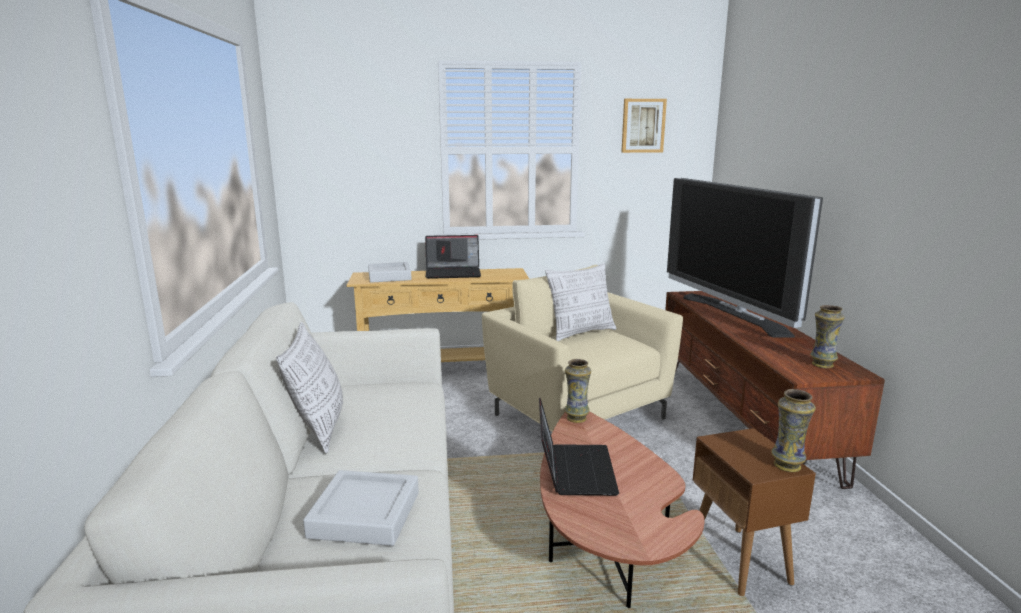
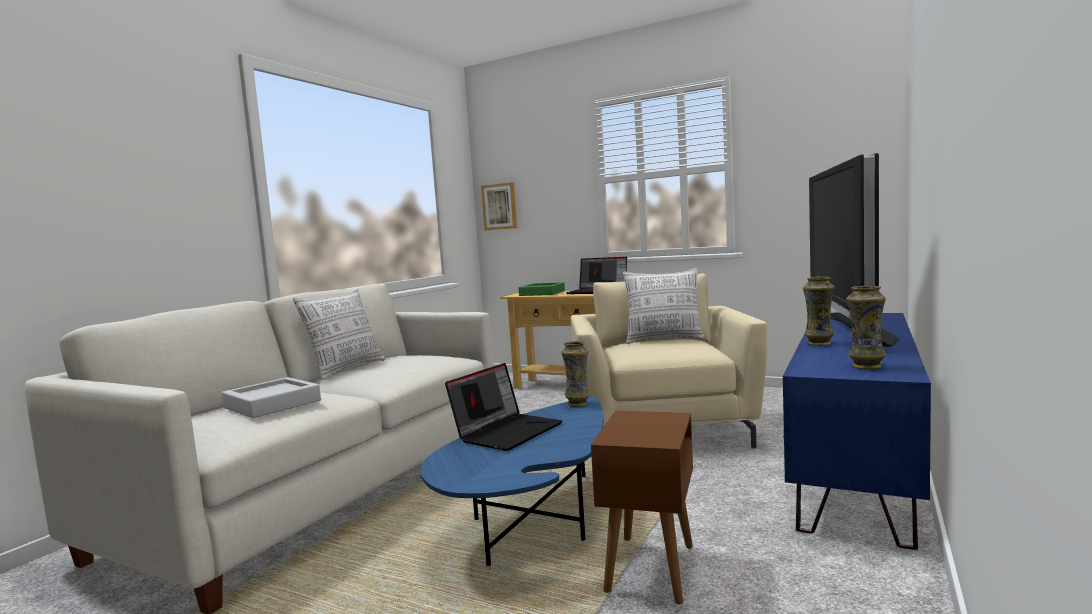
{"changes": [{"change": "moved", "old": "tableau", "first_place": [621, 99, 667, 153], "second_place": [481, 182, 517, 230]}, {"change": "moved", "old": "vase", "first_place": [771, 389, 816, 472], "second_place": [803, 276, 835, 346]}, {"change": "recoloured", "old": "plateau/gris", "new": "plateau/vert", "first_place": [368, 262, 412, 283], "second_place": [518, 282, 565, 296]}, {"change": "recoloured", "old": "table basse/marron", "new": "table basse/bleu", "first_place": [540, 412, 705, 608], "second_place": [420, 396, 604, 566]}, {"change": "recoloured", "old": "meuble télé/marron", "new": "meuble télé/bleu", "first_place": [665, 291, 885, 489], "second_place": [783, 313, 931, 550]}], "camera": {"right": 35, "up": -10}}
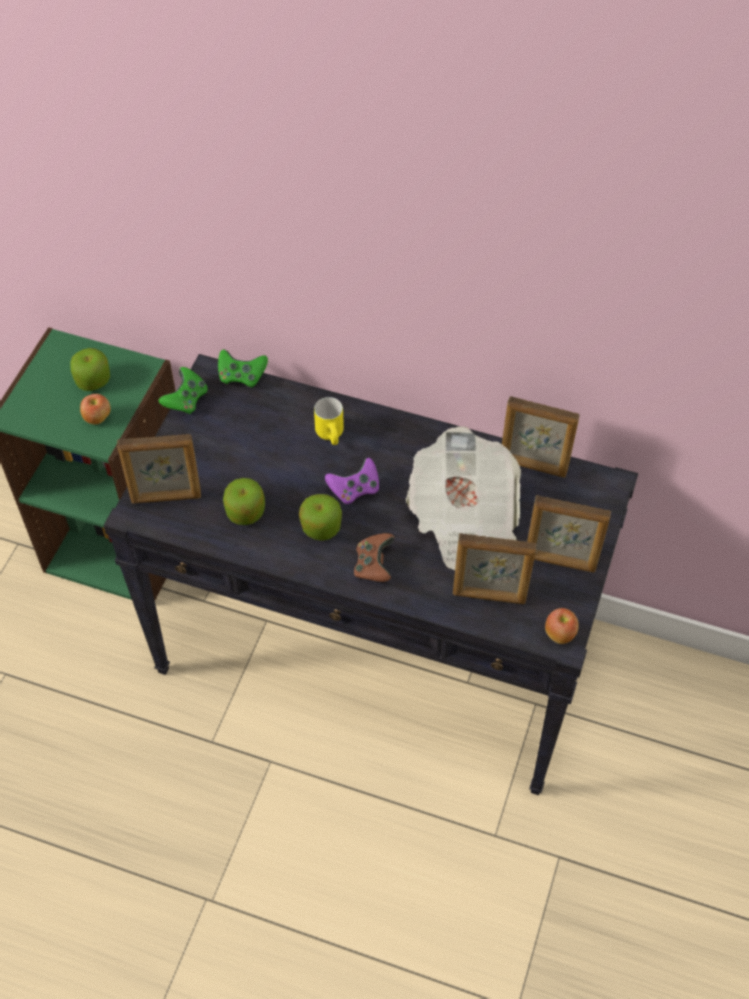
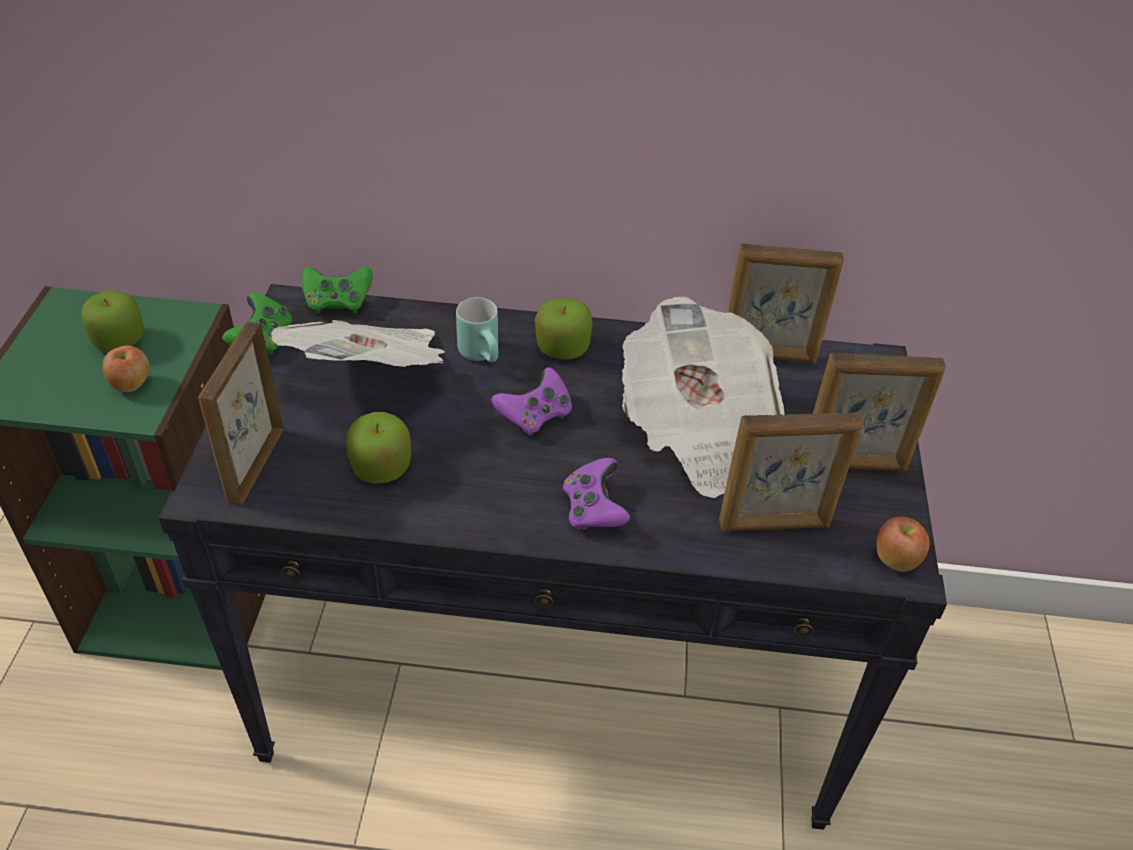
{"changes": [{"change": "added", "new": "journal", "second_place": [271, 320, 445, 367]}, {"change": "moved", "old": "pomme", "first_place": [299, 494, 342, 541], "second_place": [535, 298, 593, 359]}, {"change": "recoloured", "old": "mug/jaune", "new": "mug/turquoise", "first_place": [314, 397, 344, 445], "second_place": [456, 297, 498, 362]}, {"change": "recoloured", "old": "manette/marron", "new": "manette/violet", "first_place": [354, 533, 395, 582], "second_place": [563, 458, 630, 530]}, {"change": "turned", "old": "cadre photo", "first_place": [117, 434, 201, 504], "second_place": [198, 322, 284, 505], "degrees": 120}], "camera": {"right": -15, "up": -10}}
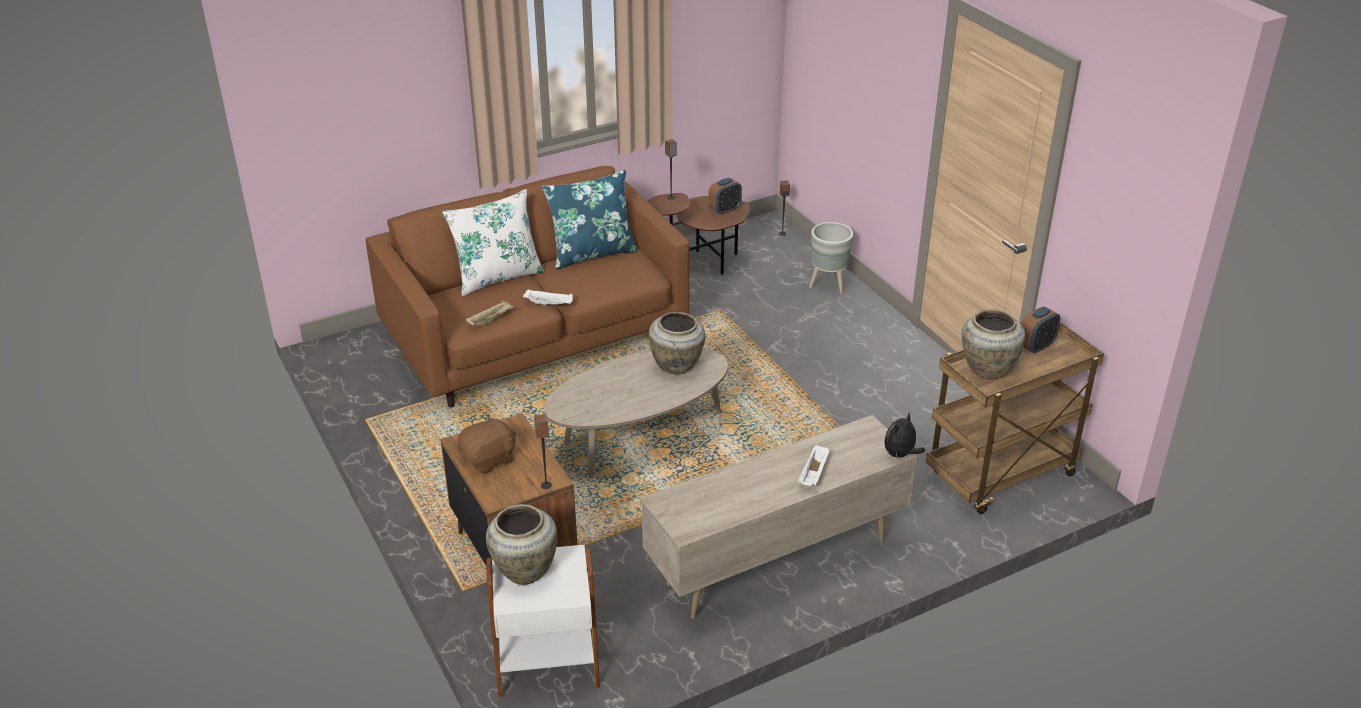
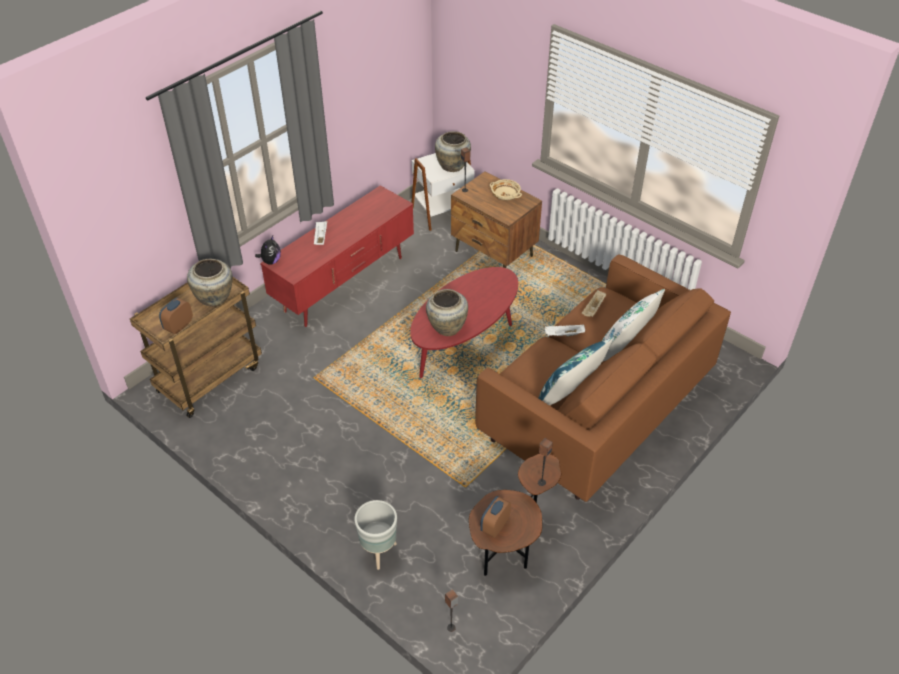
{"changes": [{"change": "replaced", "old": "peluche/marron", "new": "bol/beige", "first_place": [457, 415, 516, 474], "second_place": [490, 179, 522, 200]}, {"change": "recoloured", "old": "table basse/beige", "new": "table basse/rouge", "first_place": [544, 348, 728, 479], "second_place": [410, 267, 518, 378]}, {"change": "recoloured", "old": "meuble télé/beige", "new": "meuble télé/rouge", "first_place": [641, 415, 918, 619], "second_place": [260, 185, 414, 327]}], "camera": {"right": 160, "up": 10}}
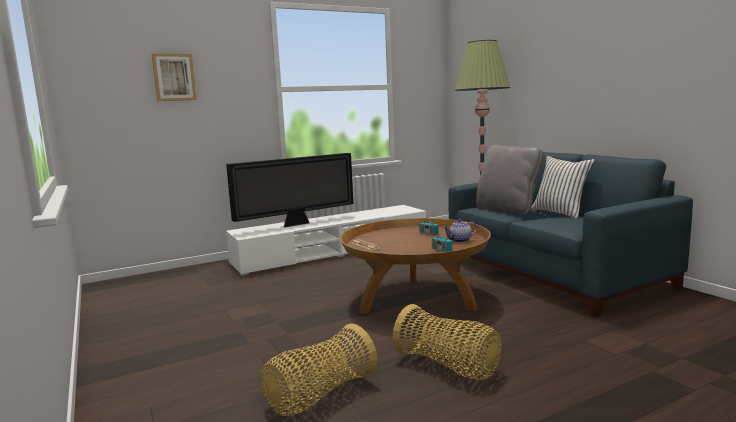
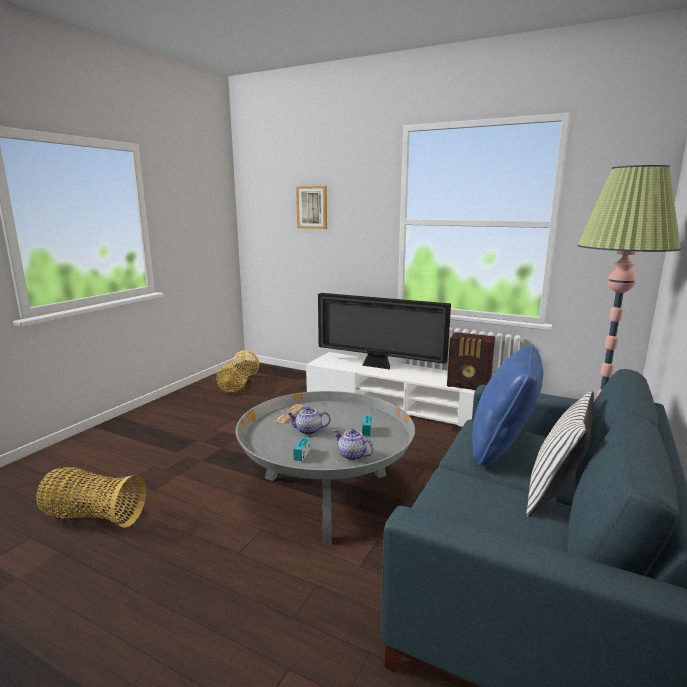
{"changes": [{"change": "added", "new": "théière", "second_place": [286, 407, 331, 435]}, {"change": "added", "new": "radio", "second_place": [447, 332, 495, 390]}, {"change": "moved", "old": "panier", "first_place": [393, 304, 502, 380], "second_place": [216, 350, 259, 392]}, {"change": "recoloured", "old": "table basse/marron", "new": "table basse/gris", "first_place": [340, 218, 491, 314], "second_place": [236, 391, 415, 545]}, {"change": "recoloured", "old": "coussin/gris", "new": "coussin/bleu", "first_place": [476, 145, 543, 215], "second_place": [472, 345, 543, 466]}], "camera": {"right": 55, "up": 5}}
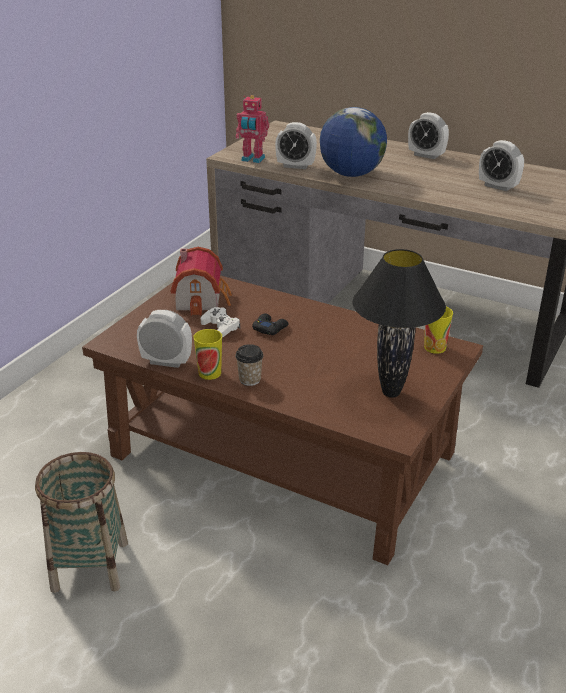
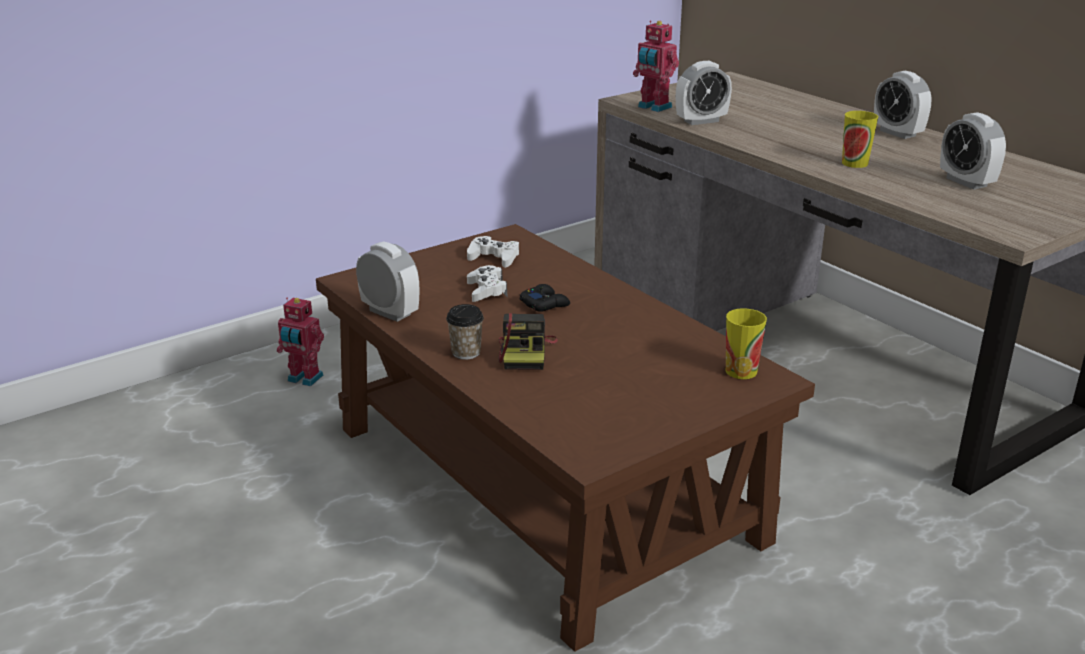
{"changes": [{"change": "removed", "old": "panier", "first_place": [35, 452, 128, 593]}, {"change": "removed", "old": "globe", "first_place": [320, 107, 387, 177]}, {"change": "removed", "old": "lampe de table/noir", "first_place": [353, 249, 446, 398]}, {"change": "added", "new": "robot jouet", "second_place": [277, 298, 324, 386]}, {"change": "added", "new": "appareil photo", "second_place": [498, 313, 558, 370]}, {"change": "moved", "old": "tasse", "first_place": [194, 329, 222, 380], "second_place": [842, 111, 878, 168]}, {"change": "replaced", "old": "maison miniature", "new": "manette/blanc", "first_place": [171, 247, 232, 316], "second_place": [467, 236, 519, 268]}, {"change": "turned", "old": "réveil", "first_place": [275, 122, 317, 169], "second_place": [676, 61, 732, 125], "degrees": -60}], "camera": {"right": 25, "up": -5}}
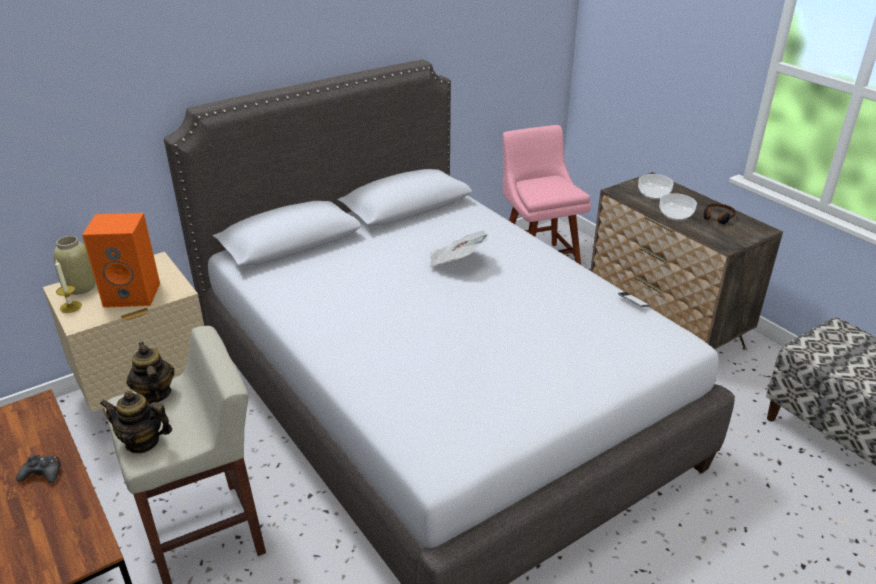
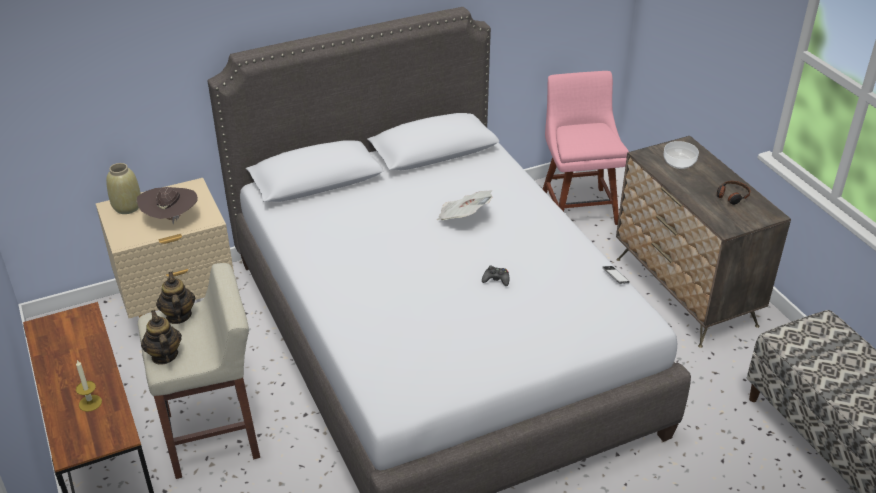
{"changes": [{"change": "removed", "old": "bol", "first_place": [659, 193, 697, 221]}, {"change": "moved", "old": "manette/noir", "first_place": [16, 454, 61, 483], "second_place": [482, 266, 509, 286]}, {"change": "moved", "old": "bougie", "first_place": [55, 260, 82, 313], "second_place": [76, 360, 102, 412]}, {"change": "replaced", "old": "enceinte/orange", "new": "chapeau/marron", "first_place": [82, 213, 160, 308], "second_place": [137, 187, 198, 225]}, {"change": "turned", "old": "théière", "first_place": [100, 391, 172, 454], "second_place": [141, 310, 182, 365], "degrees": 45}], "camera": {"right": 10, "up": 5}}
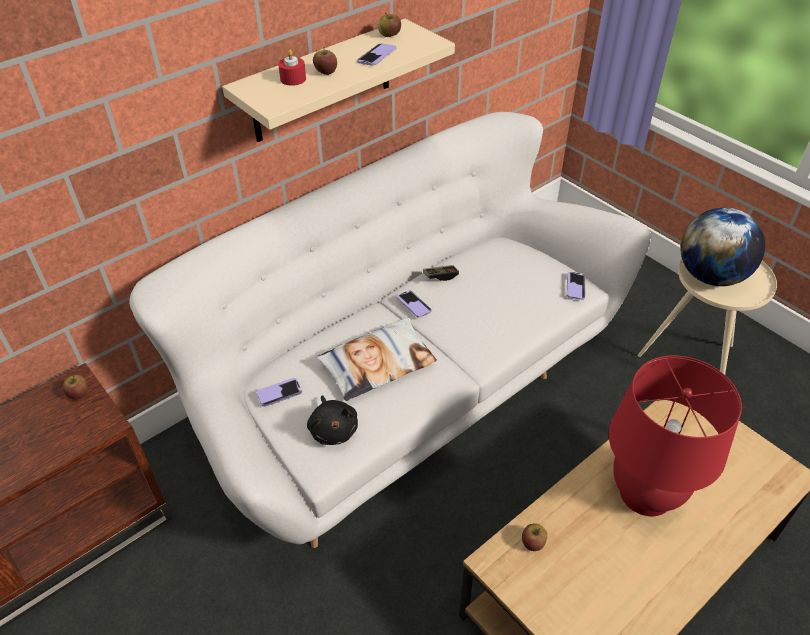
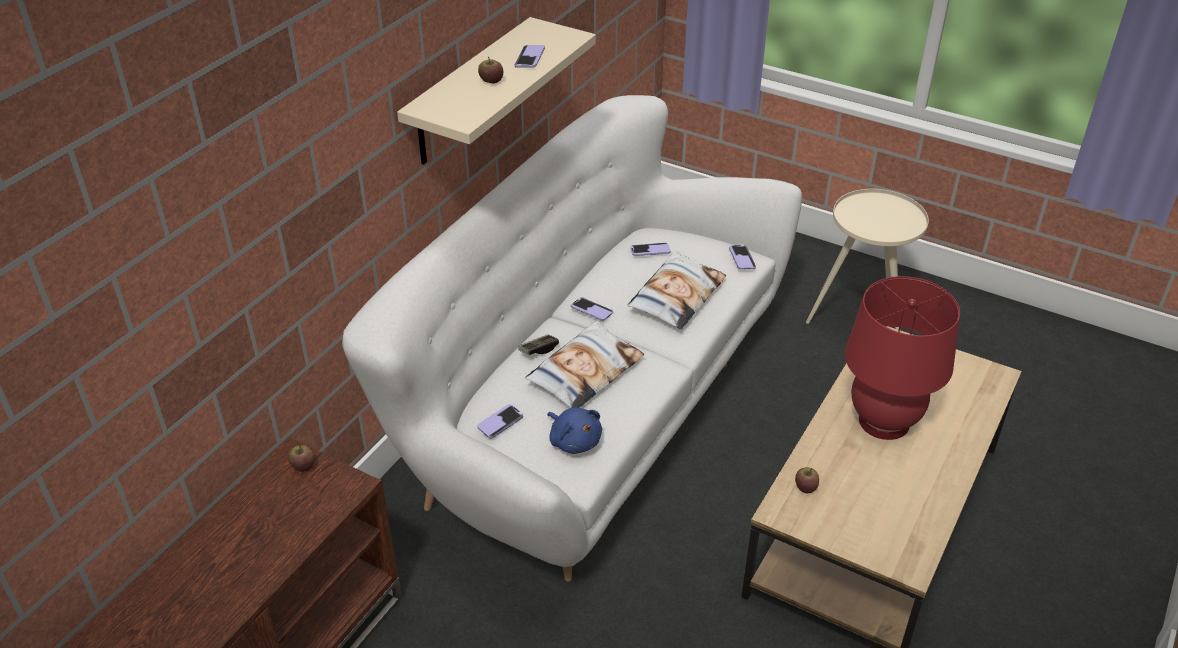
{"changes": [{"change": "removed", "old": "bougie/rouge", "first_place": [278, 49, 306, 86]}, {"change": "removed", "old": "pomme", "first_place": [378, 13, 401, 37]}, {"change": "removed", "old": "globe", "first_place": [680, 208, 765, 286]}, {"change": "added", "new": "coussin", "second_place": [627, 251, 726, 330]}, {"change": "added", "new": "téléphone", "second_place": [631, 243, 670, 256]}, {"change": "moved", "old": "manette", "first_place": [423, 265, 459, 281], "second_place": [518, 334, 559, 355]}, {"change": "recoloured", "old": "peluche/noir", "new": "peluche/bleu", "first_place": [307, 396, 358, 445], "second_place": [548, 408, 602, 454]}], "camera": {"right": -20, "up": -5}}
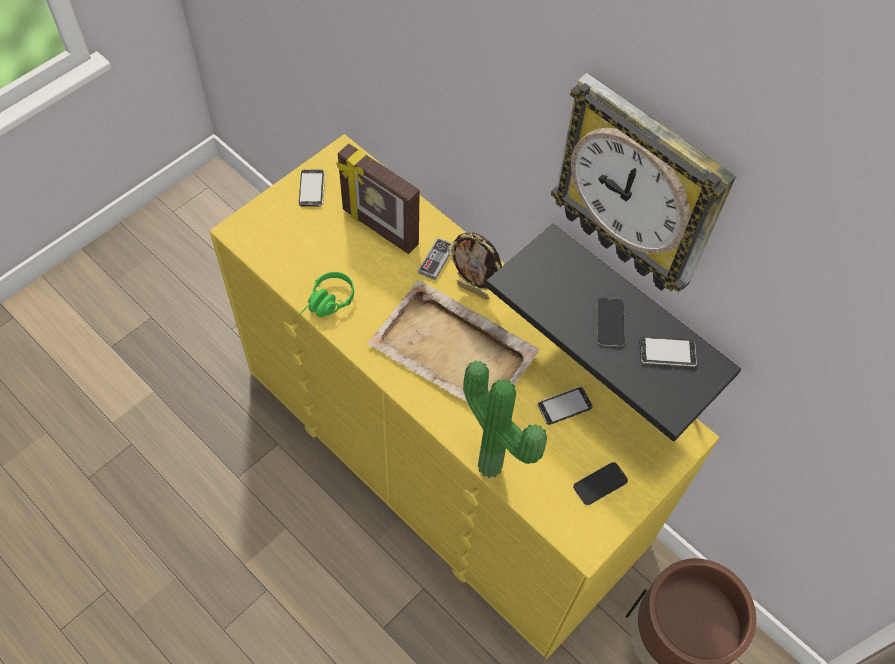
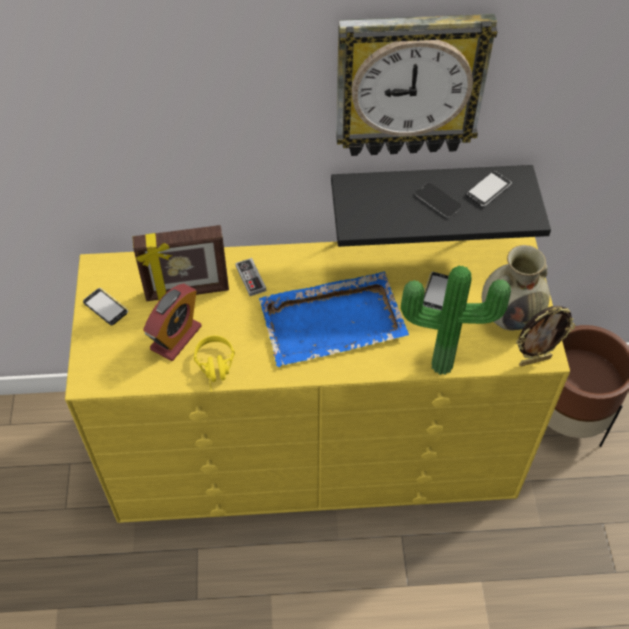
{"changes": [{"change": "added", "new": "réveil", "second_place": [143, 283, 201, 361]}, {"change": "moved", "old": "cadre photo", "first_place": [447, 233, 502, 300], "second_place": [516, 306, 575, 366]}, {"change": "replaced", "old": "téléphone", "new": "vase/beige", "first_place": [573, 462, 628, 505], "second_place": [482, 245, 550, 331]}, {"change": "recoloured", "old": "casque audio/vert", "new": "casque audio/jaune", "first_place": [298, 272, 354, 318], "second_place": [194, 336, 235, 392]}, {"change": "recoloured", "old": "plateau/beige", "new": "plateau/bleu", "first_place": [367, 280, 540, 403], "second_place": [259, 272, 409, 367]}], "camera": {"right": -45, "up": -5}}
